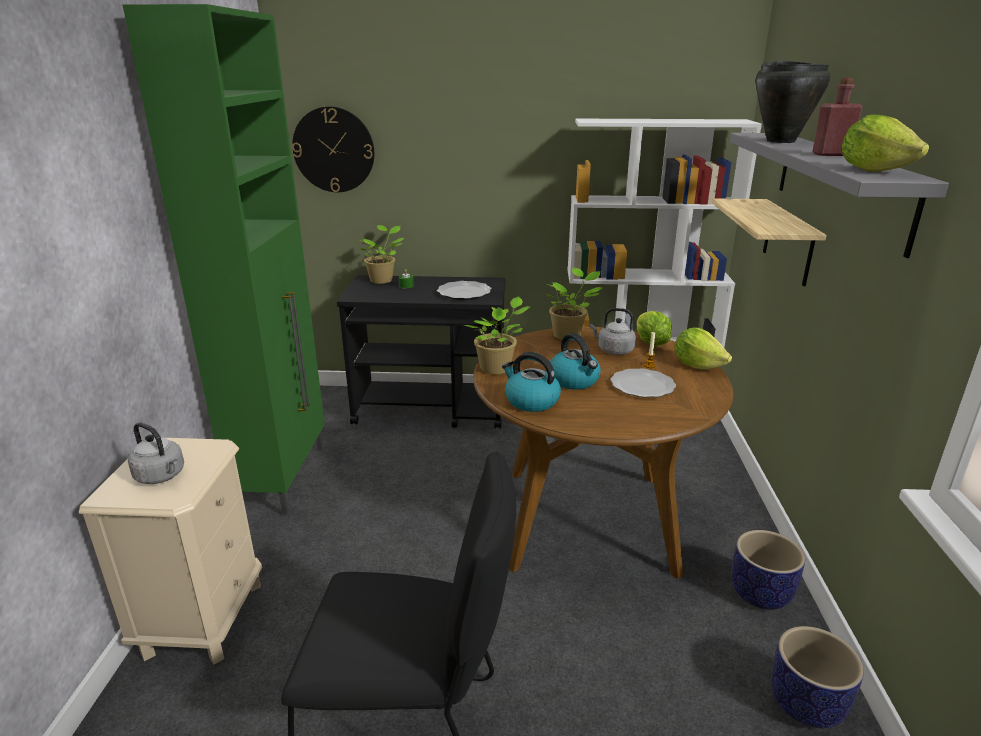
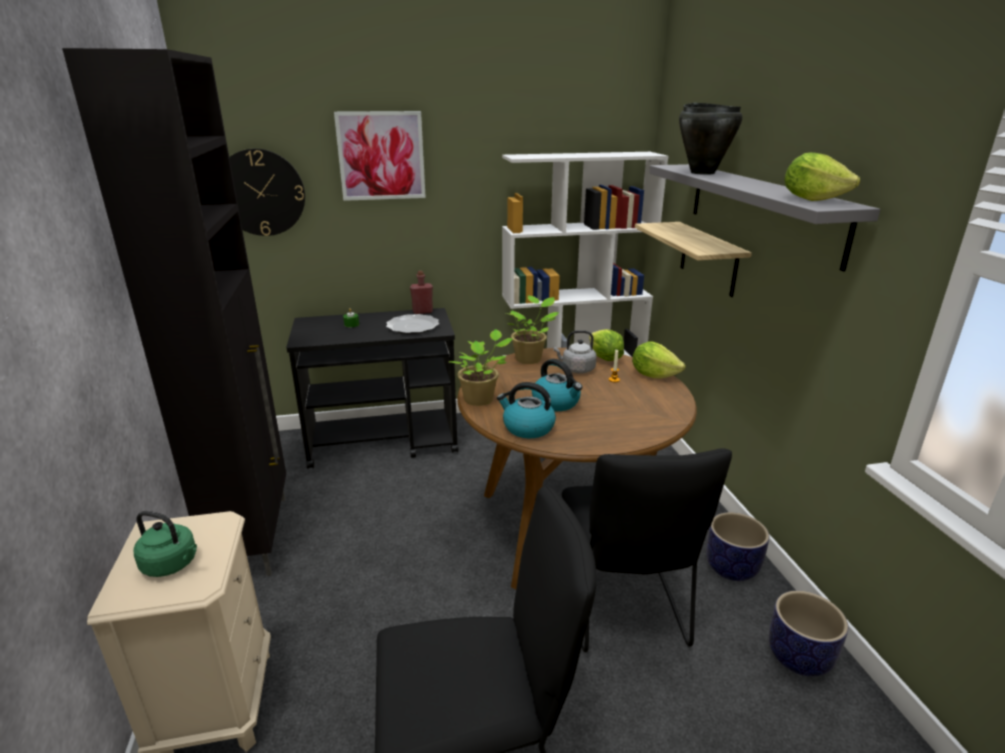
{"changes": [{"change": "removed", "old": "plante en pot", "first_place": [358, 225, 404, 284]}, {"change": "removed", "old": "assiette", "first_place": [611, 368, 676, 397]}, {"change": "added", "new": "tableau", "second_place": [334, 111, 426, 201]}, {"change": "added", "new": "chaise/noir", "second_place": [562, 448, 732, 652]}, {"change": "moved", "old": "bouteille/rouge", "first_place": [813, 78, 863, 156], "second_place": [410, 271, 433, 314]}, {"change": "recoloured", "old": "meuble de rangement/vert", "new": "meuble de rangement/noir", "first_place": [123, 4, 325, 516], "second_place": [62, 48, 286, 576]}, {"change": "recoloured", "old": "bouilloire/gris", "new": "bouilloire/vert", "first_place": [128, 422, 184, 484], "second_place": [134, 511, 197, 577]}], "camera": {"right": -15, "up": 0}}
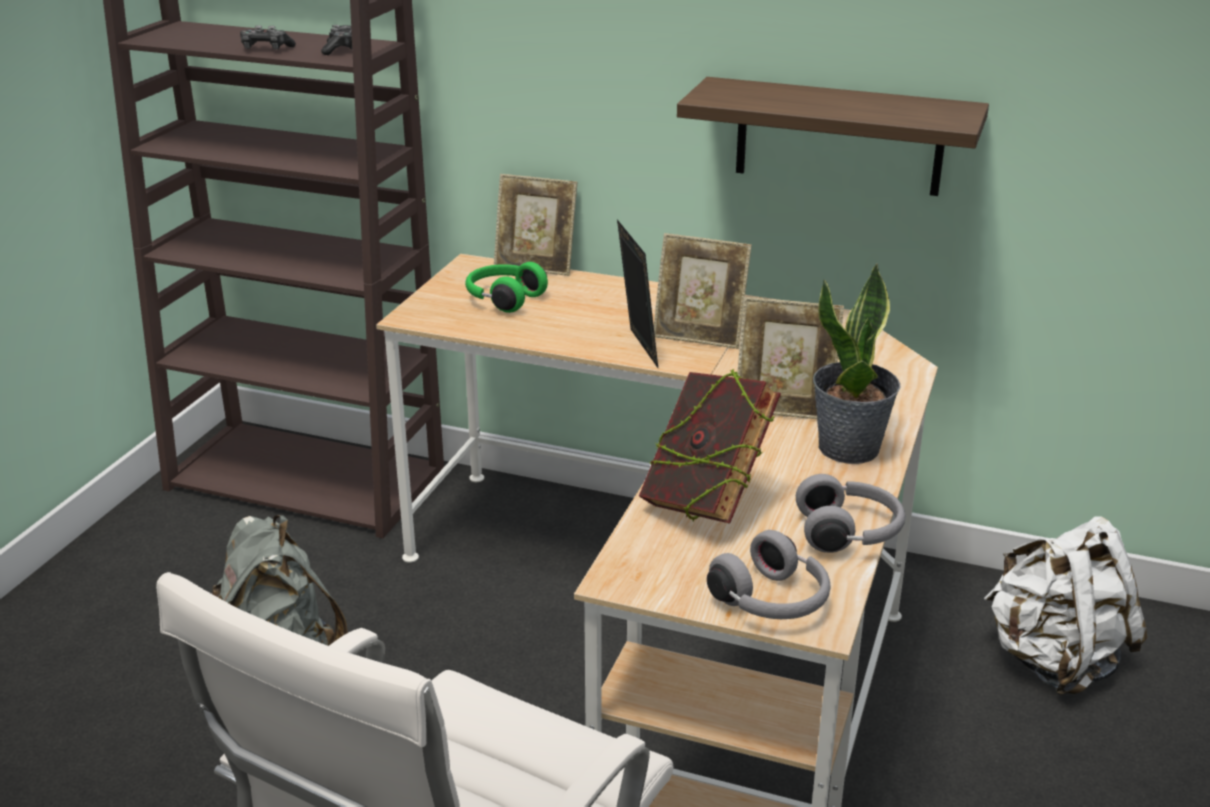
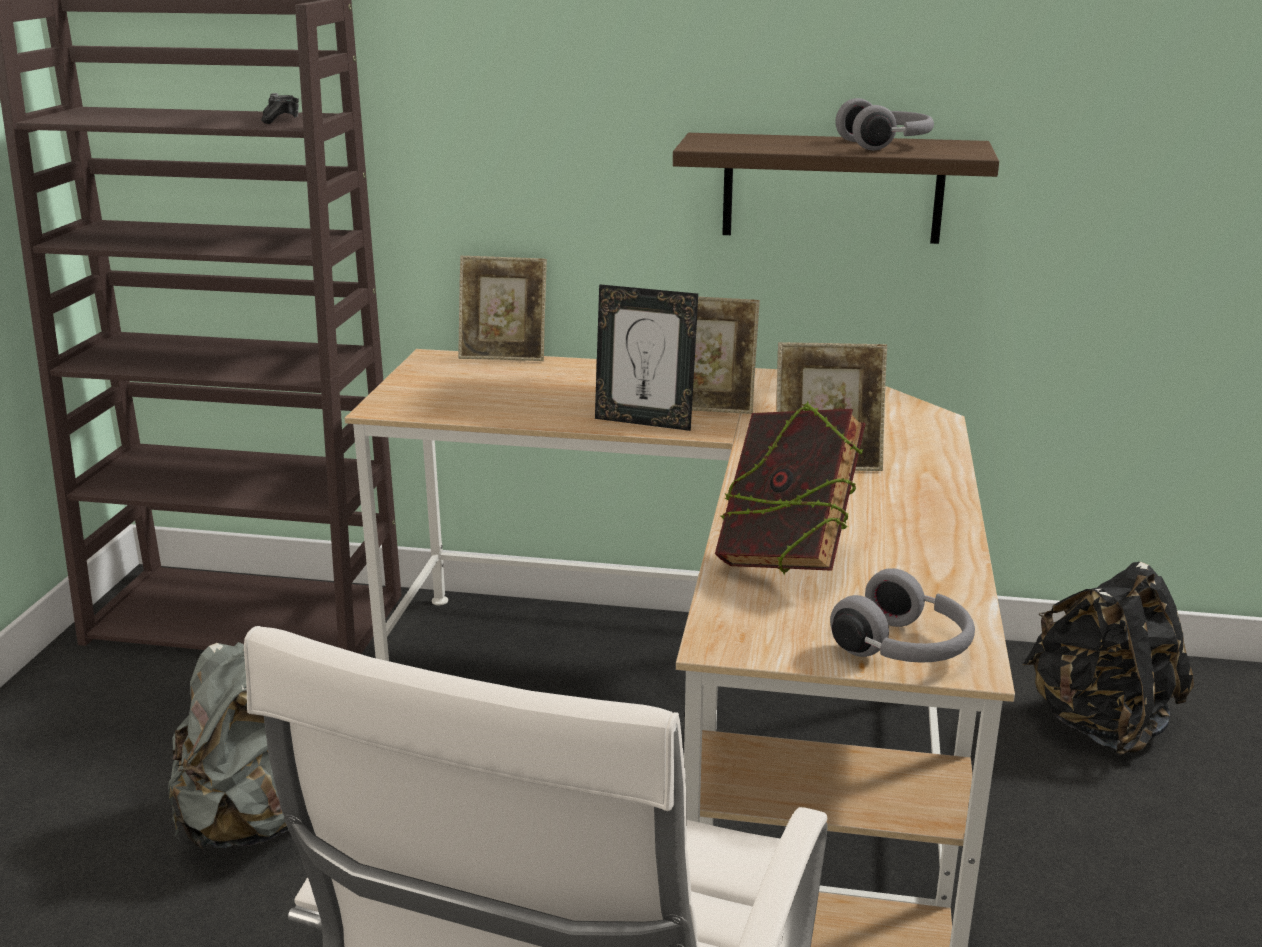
{"changes": [{"change": "removed", "old": "manette", "first_place": [240, 25, 296, 49]}, {"change": "removed", "old": "casque audio/vert", "first_place": [465, 262, 548, 313]}, {"change": "removed", "old": "plante en pot", "first_place": [813, 263, 901, 464]}, {"change": "moved", "old": "casque audio/gris", "first_place": [796, 474, 905, 553], "second_place": [835, 98, 934, 150]}, {"change": "recoloured", "old": "sac à dos/blanc", "new": "sac à dos/noir", "first_place": [984, 516, 1147, 695], "second_place": [1023, 562, 1194, 755]}, {"change": "turned", "old": "cadre photo", "first_place": [617, 220, 658, 368], "second_place": [595, 284, 698, 431], "degrees": 135}], "camera": {"right": -10, "up": -5}}
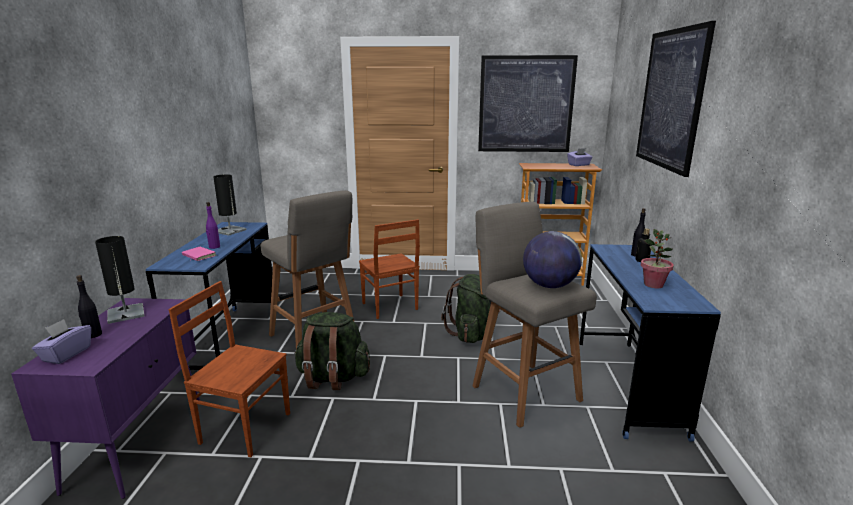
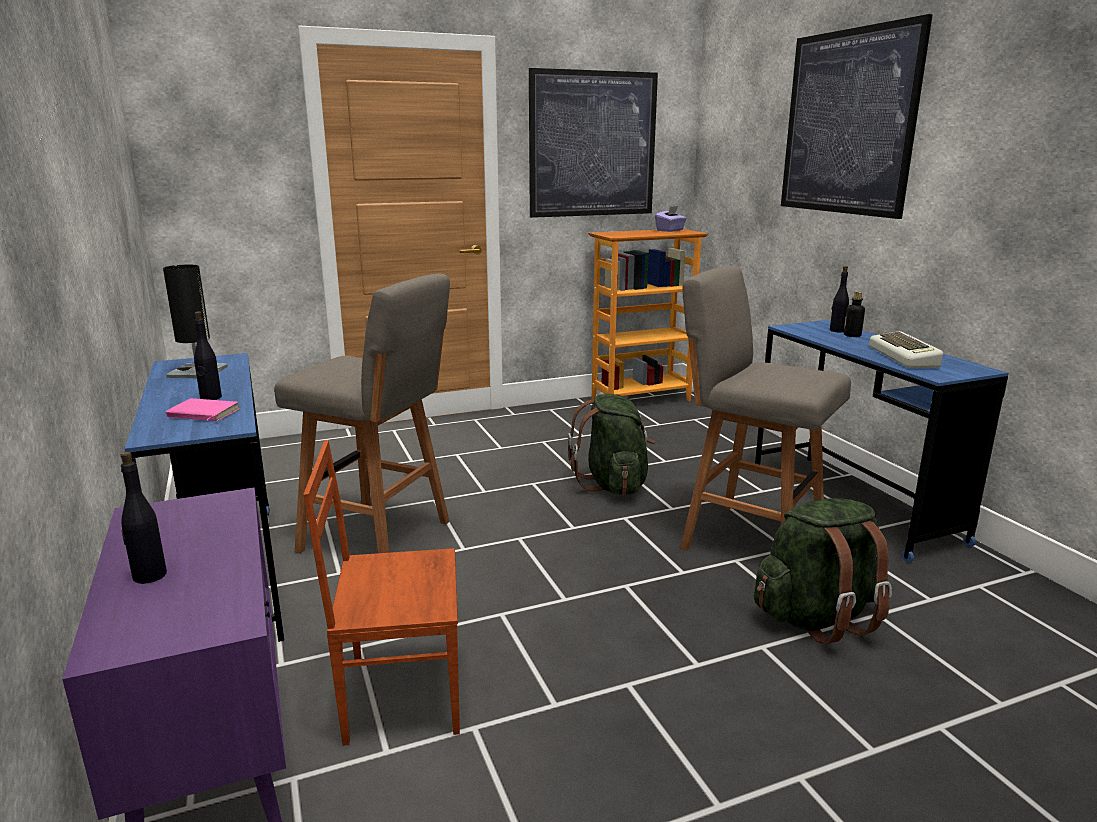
{"changes": [{"change": "removed", "old": "boîte à mouchoirs/violet", "first_place": [32, 319, 91, 364]}, {"change": "removed", "old": "lampe de table/noir", "first_place": [95, 236, 145, 324]}, {"change": "removed", "old": "chaise/marron", "first_place": [359, 219, 420, 319]}, {"change": "removed", "old": "globe", "first_place": [523, 231, 582, 288]}, {"change": "moved", "old": "sac à dos/vert", "first_place": [294, 312, 370, 390], "second_place": [754, 498, 892, 644]}, {"change": "replaced", "old": "plante en pot", "new": "clavier", "first_place": [641, 229, 674, 288], "second_place": [869, 331, 943, 368]}, {"change": "recoloured", "old": "bouteille/violet", "new": "bouteille/noir", "first_place": [206, 202, 220, 249], "second_place": [194, 311, 222, 400]}], "camera": {"right": -25, "up": 0}}
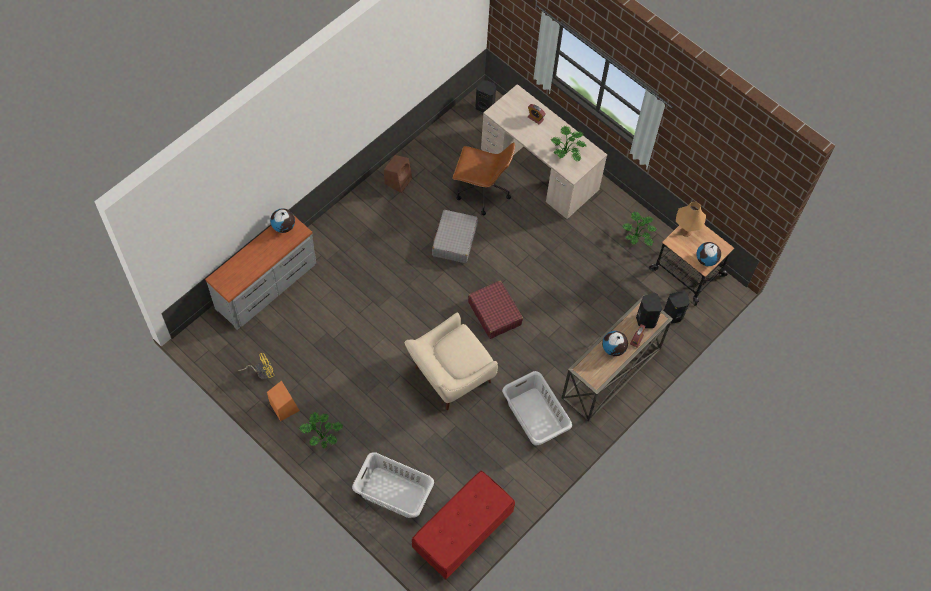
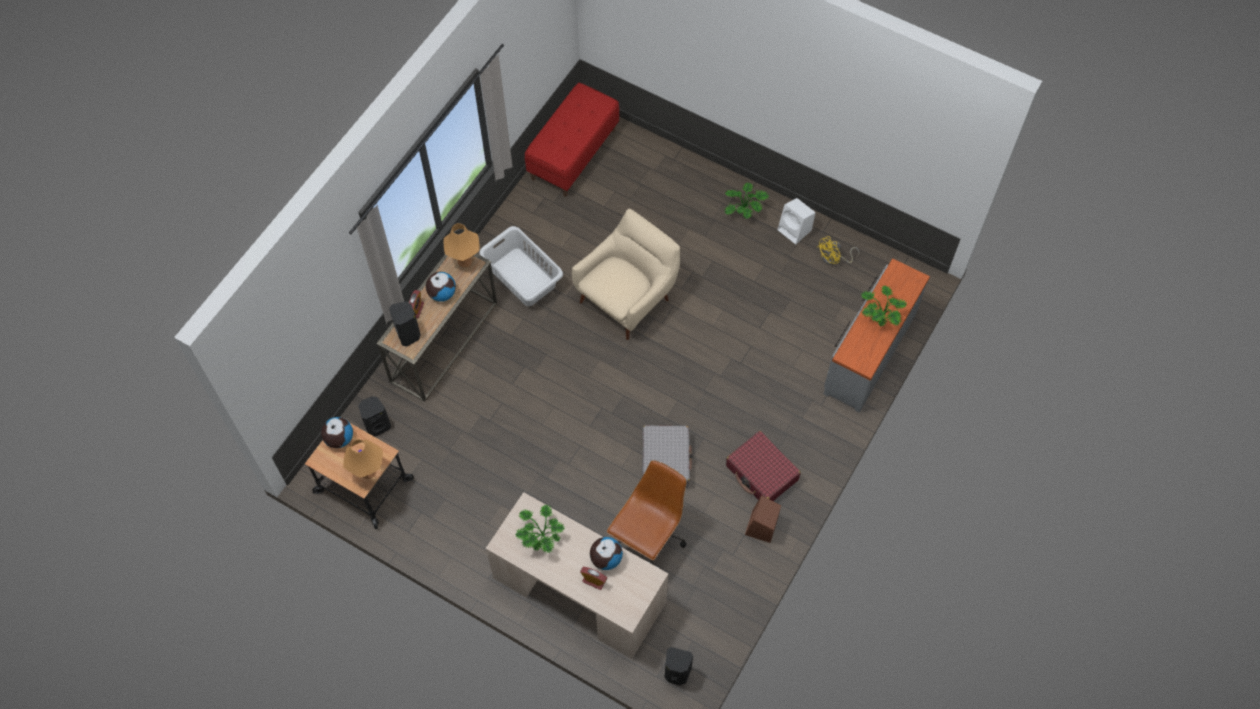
{"changes": [{"change": "removed", "old": "panier à linge/gris", "first_place": [352, 452, 434, 518]}, {"change": "added", "new": "lampe de table/orange", "second_place": [444, 223, 480, 267]}, {"change": "moved", "old": "globe", "first_place": [270, 208, 295, 233], "second_place": [590, 537, 623, 570]}, {"change": "moved", "old": "valise/rouge", "first_place": [468, 281, 523, 339], "second_place": [726, 431, 801, 501]}, {"change": "moved", "old": "plante en pot", "first_place": [623, 211, 657, 247], "second_place": [861, 285, 907, 327]}, {"change": "recoloured", "old": "enceinte/orange", "new": "enceinte/blanc", "first_place": [267, 380, 300, 421], "second_place": [777, 198, 815, 245]}, {"change": "turned", "old": "chaise de bureau/marron", "first_place": [452, 142, 515, 215], "second_place": [607, 461, 687, 564], "degrees": 120}], "camera": {"right": 170, "up": 0}}
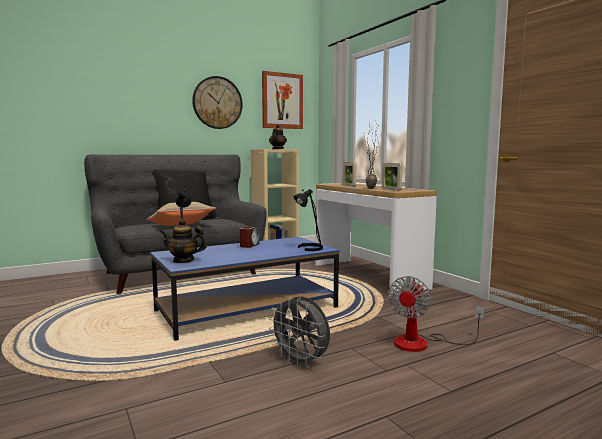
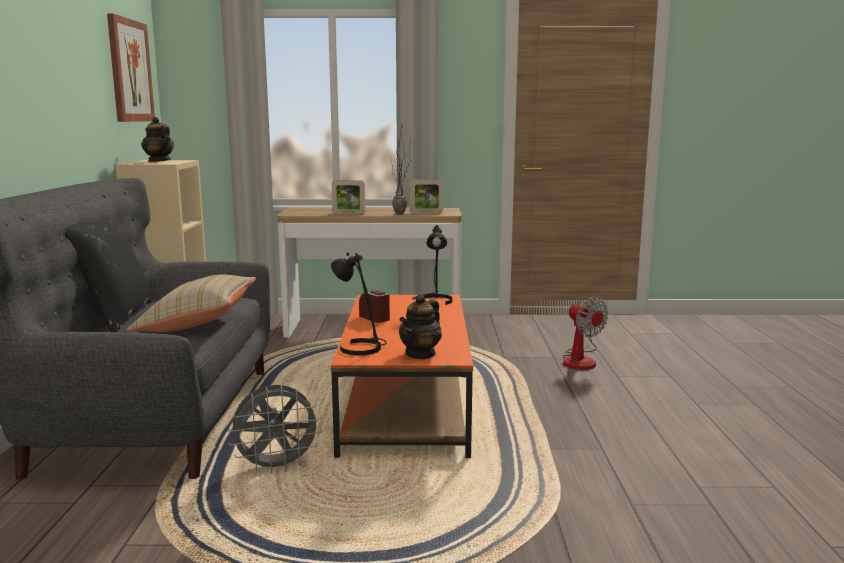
{"changes": [{"change": "removed", "old": "horloge murale", "first_place": [192, 76, 243, 129]}, {"change": "moved", "old": "ventilateur/gris", "first_place": [269, 295, 330, 368], "second_place": [228, 385, 322, 474]}, {"change": "recoloured", "old": "table basse/bleu", "new": "table basse/orange", "first_place": [150, 237, 340, 341], "second_place": [331, 295, 473, 458]}], "camera": {"right": -60, "up": 5}}
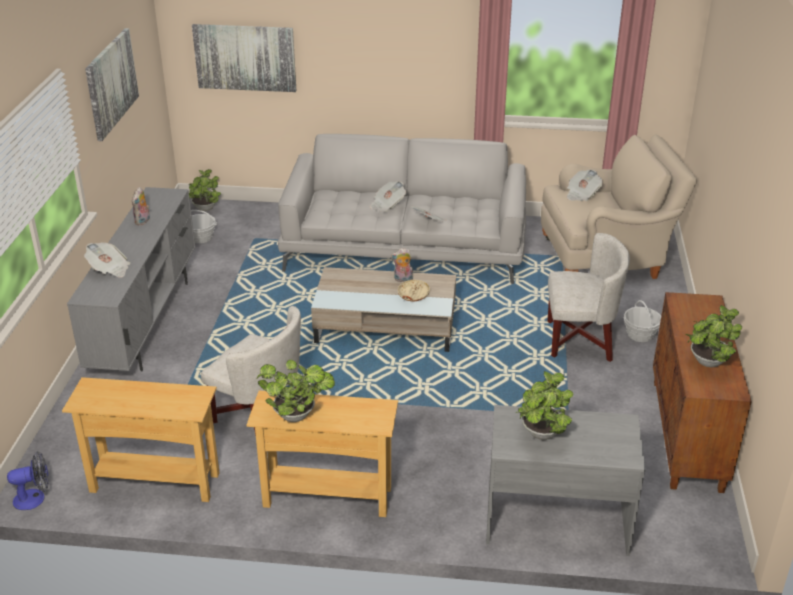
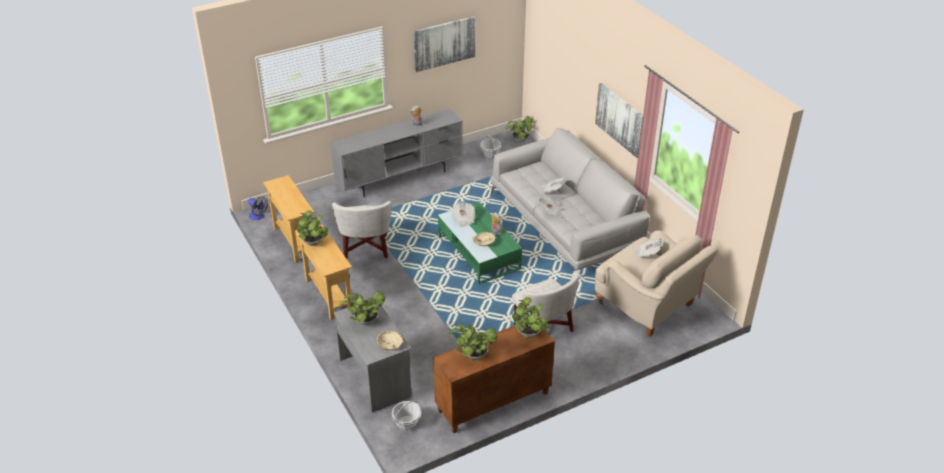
{"changes": [{"change": "added", "new": "bol/beige", "second_place": [377, 331, 404, 350]}, {"change": "added", "new": "plante en pot", "second_place": [512, 297, 549, 338]}, {"change": "moved", "old": "journal", "first_place": [84, 242, 130, 278], "second_place": [452, 201, 475, 228]}, {"change": "moved", "old": "tableau", "first_place": [192, 24, 296, 92], "second_place": [595, 83, 643, 158]}, {"change": "moved", "old": "panier", "first_place": [624, 300, 661, 342], "second_place": [392, 400, 421, 430]}, {"change": "recoloured", "old": "table basse/beige", "new": "table basse/vert", "first_place": [311, 267, 456, 352], "second_place": [438, 201, 522, 284]}], "camera": {"right": 55, "up": 5}}
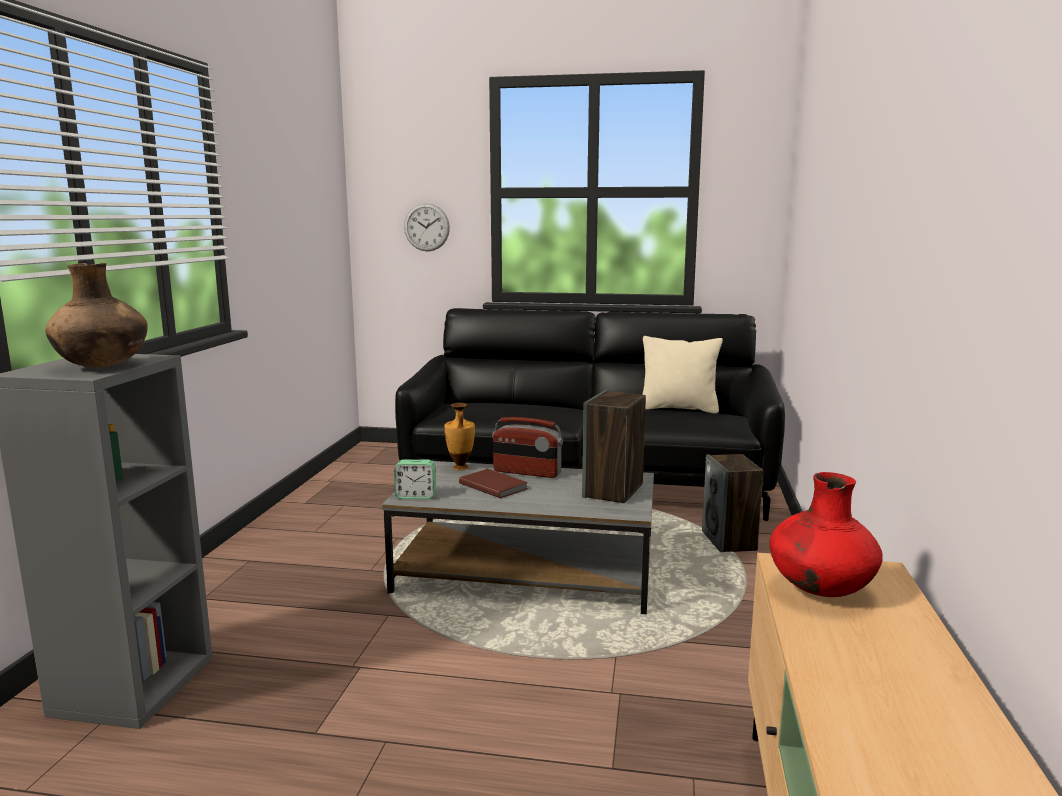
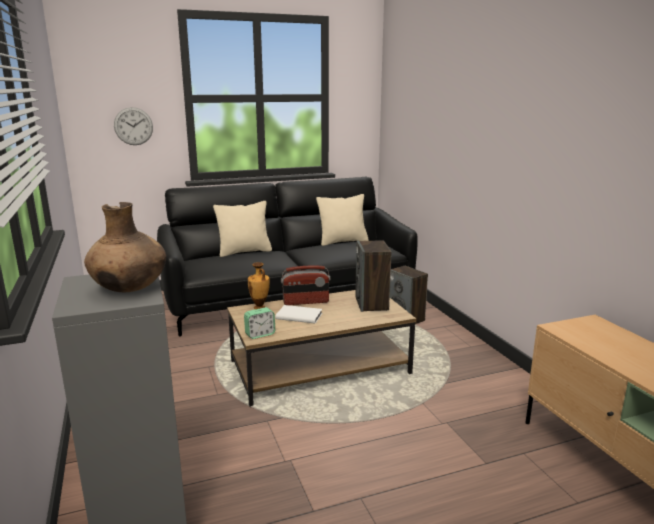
{"changes": [{"change": "removed", "old": "vase/rouge", "first_place": [769, 472, 883, 597]}, {"change": "added", "new": "coussin/beige", "second_place": [213, 201, 272, 257]}, {"change": "recoloured", "old": "table basse/gris", "new": "table basse/marron", "first_place": [382, 461, 654, 614], "second_place": [227, 290, 416, 407]}, {"change": "recoloured", "old": "livre/marron", "new": "livre/blanc", "first_place": [459, 469, 528, 499], "second_place": [275, 305, 322, 324]}], "camera": {"right": -30, "up": 5}}
